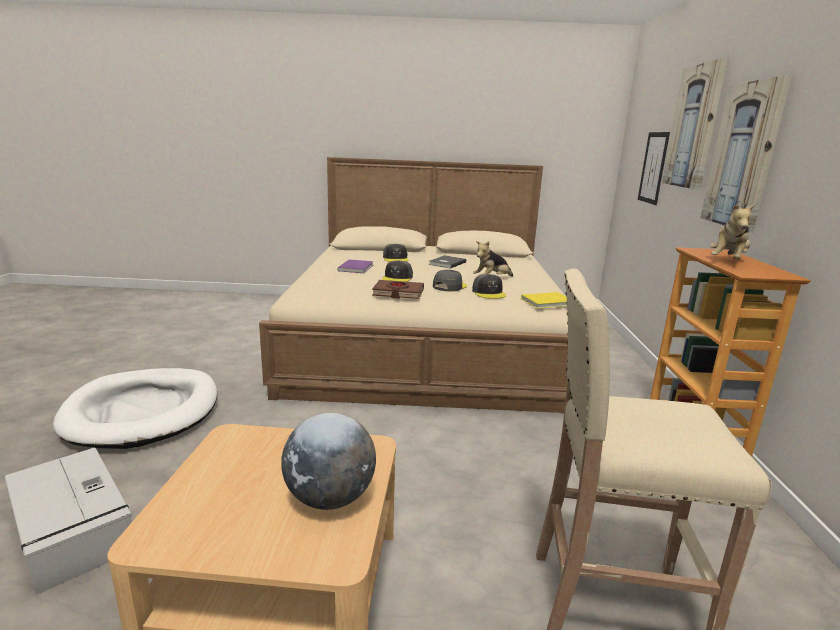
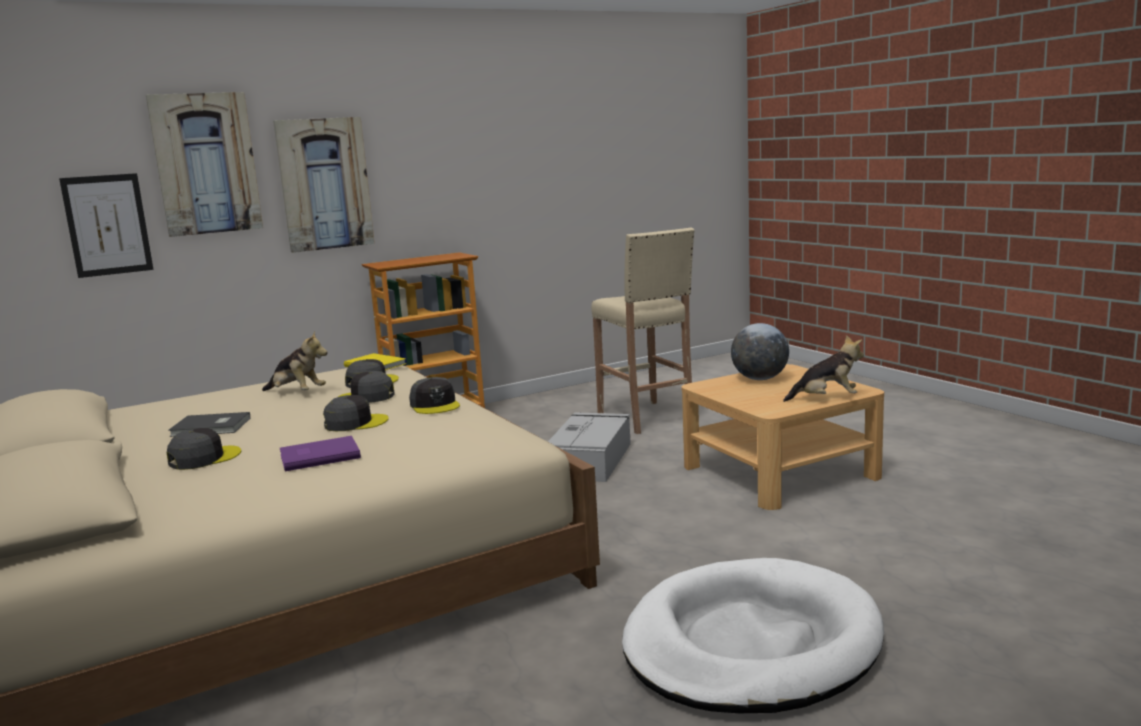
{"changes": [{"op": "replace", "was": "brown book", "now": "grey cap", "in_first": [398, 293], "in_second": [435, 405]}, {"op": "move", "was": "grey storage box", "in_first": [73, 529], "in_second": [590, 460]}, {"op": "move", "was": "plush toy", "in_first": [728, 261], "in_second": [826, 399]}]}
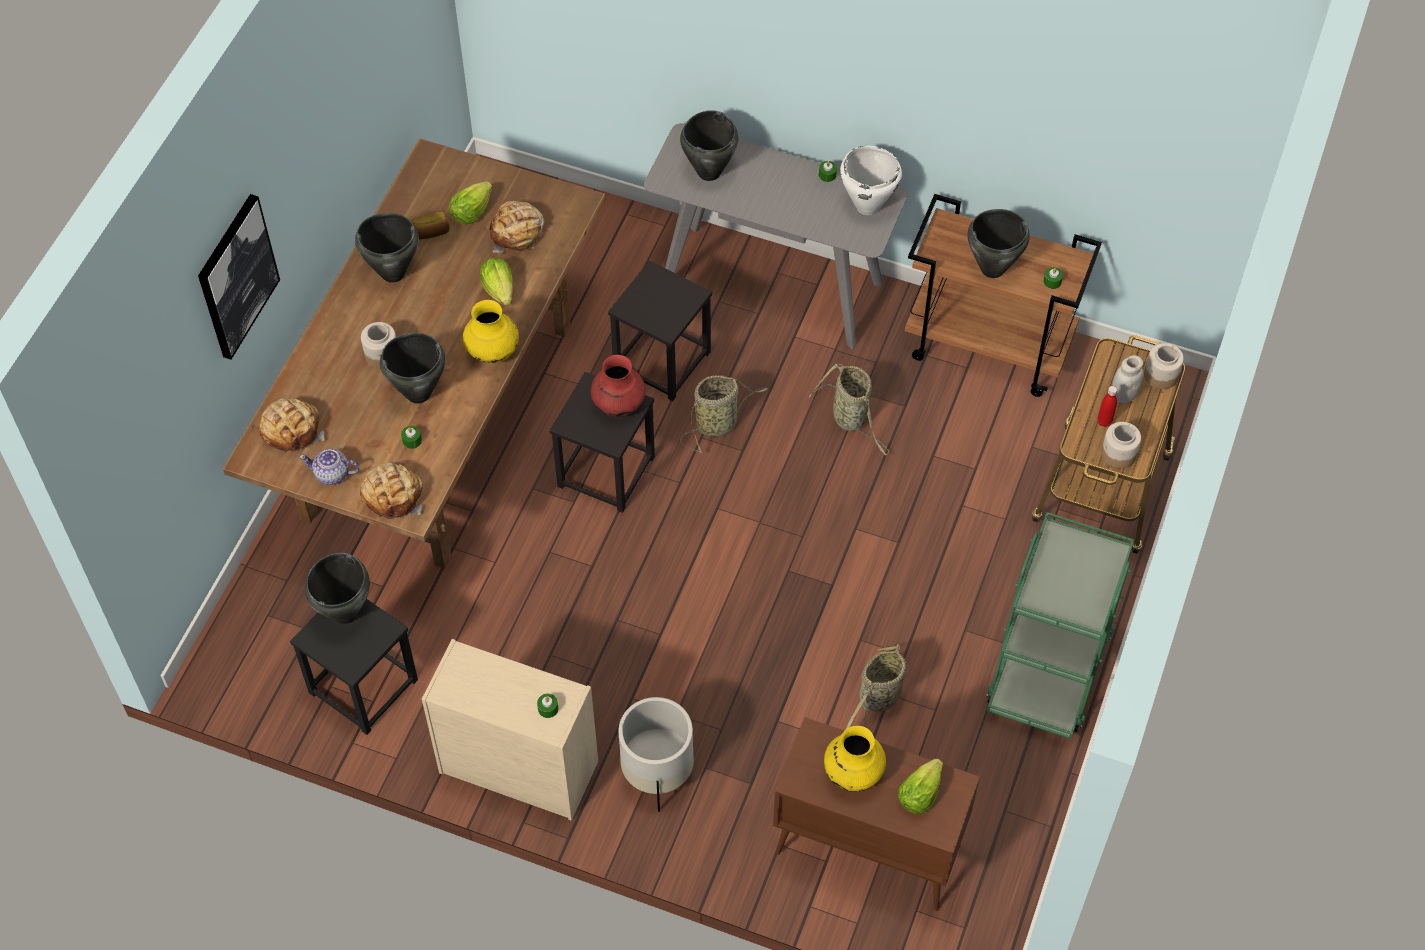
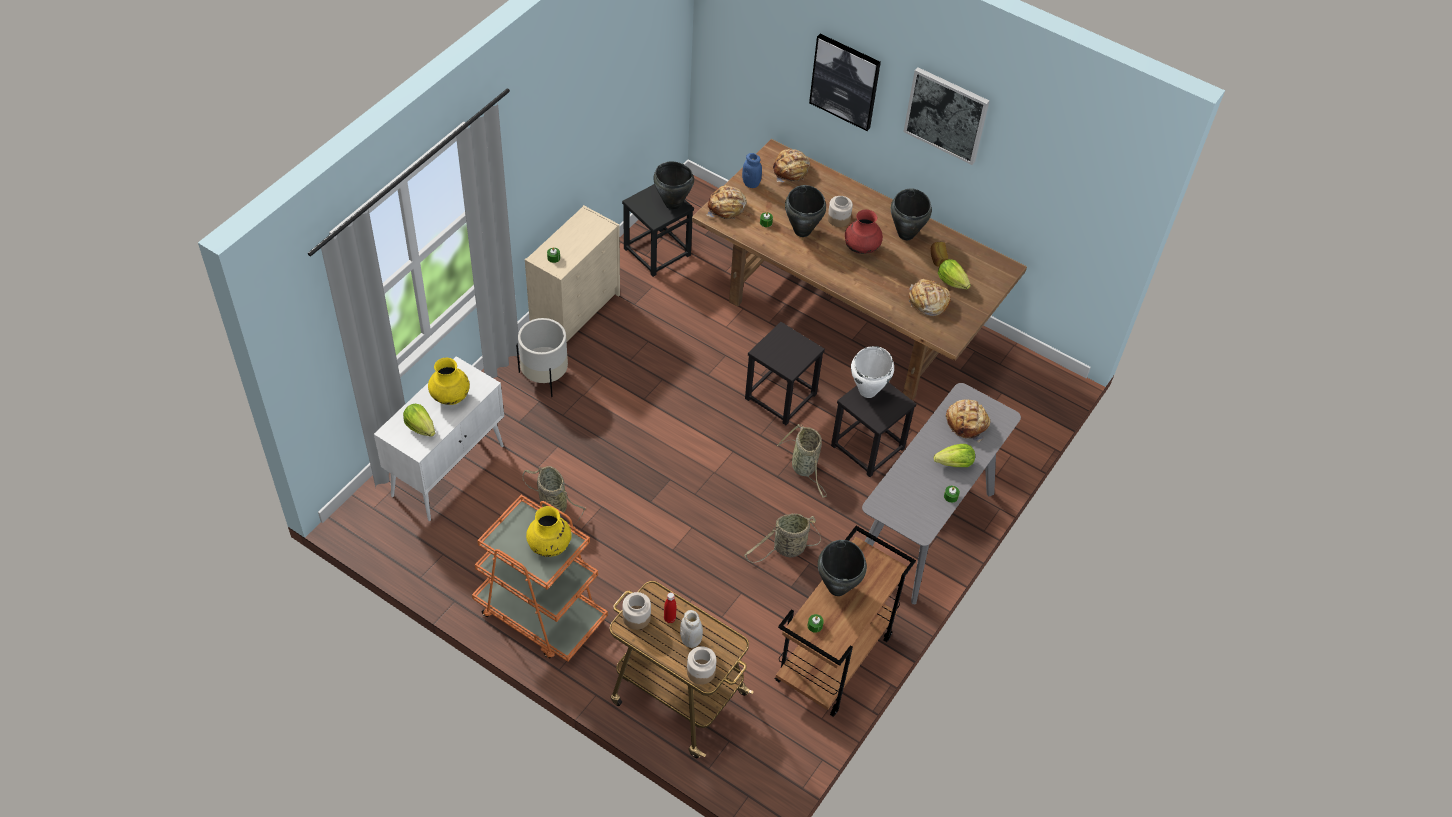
{"changes": [{"op": "recolor", "was": "brown cabinet", "now": "white cabinet", "in_first": [866, 849], "in_second": [449, 470]}, {"op": "recolor", "was": "green cart", "now": "orange cart", "in_first": [1049, 666], "in_second": [540, 614]}, {"op": "move", "was": "yellow vase", "in_first": [493, 352], "in_second": [549, 546]}, {"op": "replace", "was": "teapot", "now": "blue jar", "in_first": [332, 474], "in_second": [751, 183]}, {"op": "move", "was": "red vase", "in_first": [618, 405], "in_second": [861, 248]}, {"op": "move", "was": "white cooking pot", "in_first": [867, 205], "in_second": [868, 391]}, {"op": "insert", "now": "picture", "in_second": [946, 115]}, {"op": "move", "was": "lettuce", "in_first": [499, 290], "in_second": [954, 464]}, {"op": "replace", "was": "black cooking pot", "now": "bread", "in_first": [708, 172], "in_second": [967, 423]}]}
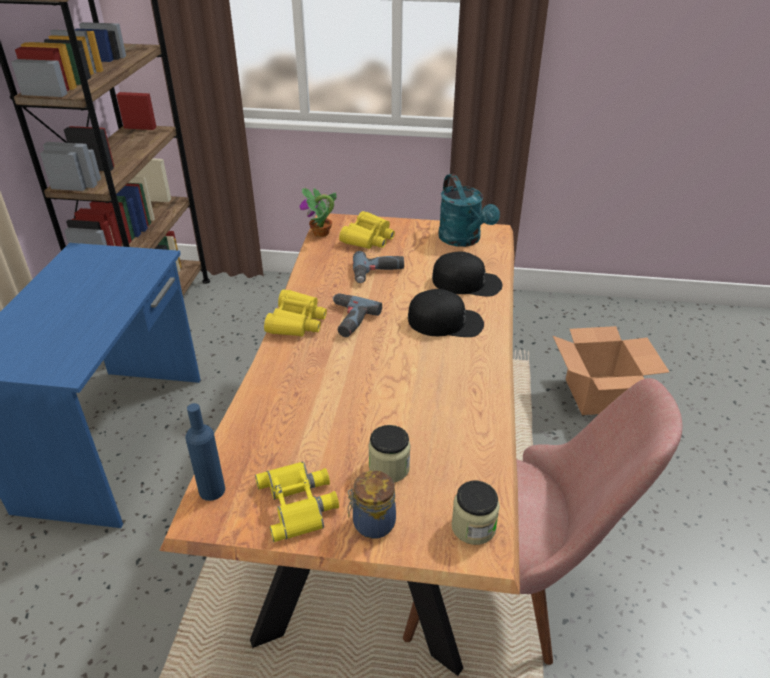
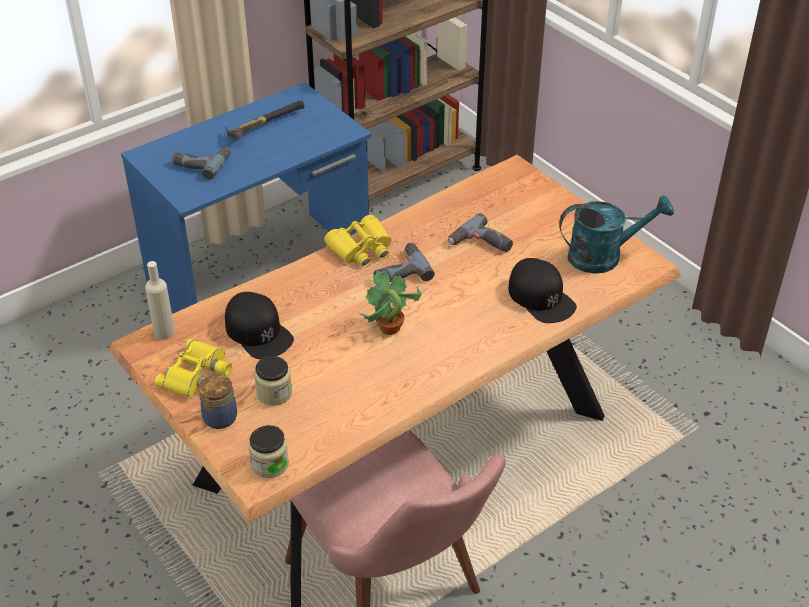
{"changes": [{"op": "recolor", "was": "blue bottle", "now": "beige bottle", "in_first": [212, 490], "in_second": [164, 332]}, {"op": "insert", "now": "power drill", "in_second": [202, 163]}, {"op": "insert", "now": "hammer", "in_second": [261, 127]}, {"op": "move", "was": "black cap", "in_first": [446, 322], "in_second": [258, 332]}, {"op": "move", "was": "potted plant", "in_first": [321, 233], "in_second": [389, 328]}, {"op": "rotate", "was": "turquoise watering can", "in_first": [463, 240], "in_second": [604, 256], "clockwise": -120}, {"op": "delete", "was": "yellow binoculars", "in_first": [368, 238]}, {"op": "delete", "was": "cardboard box", "in_first": [597, 394]}]}
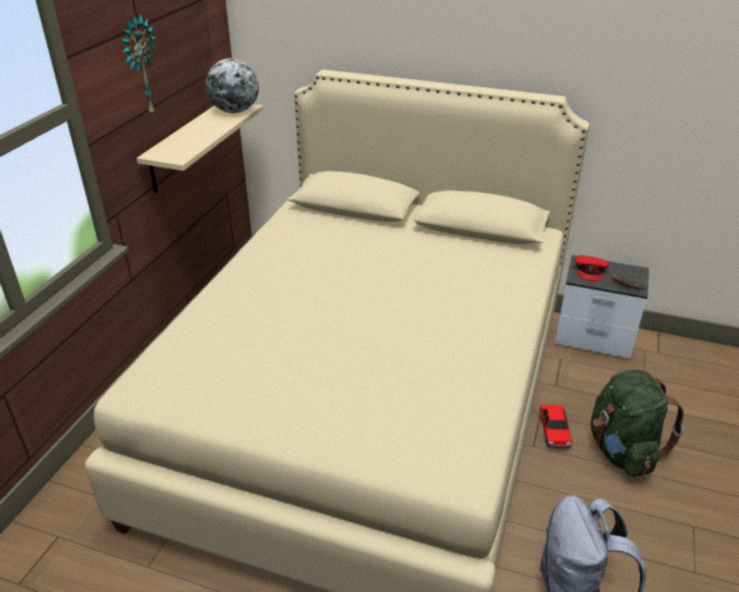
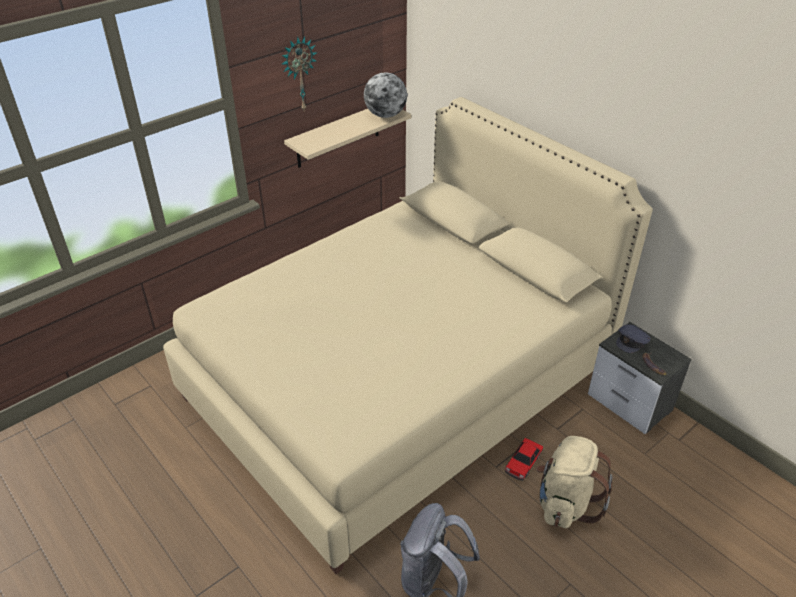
{"changes": [{"op": "recolor", "was": "green backpack", "now": "beige backpack", "in_first": [622, 450], "in_second": [565, 502]}, {"op": "recolor", "was": "red cap", "now": "grey cap", "in_first": [590, 270], "in_second": [632, 341]}]}
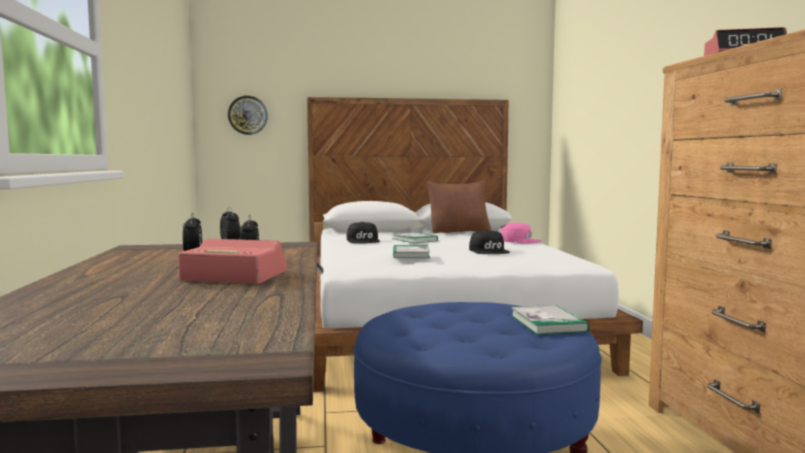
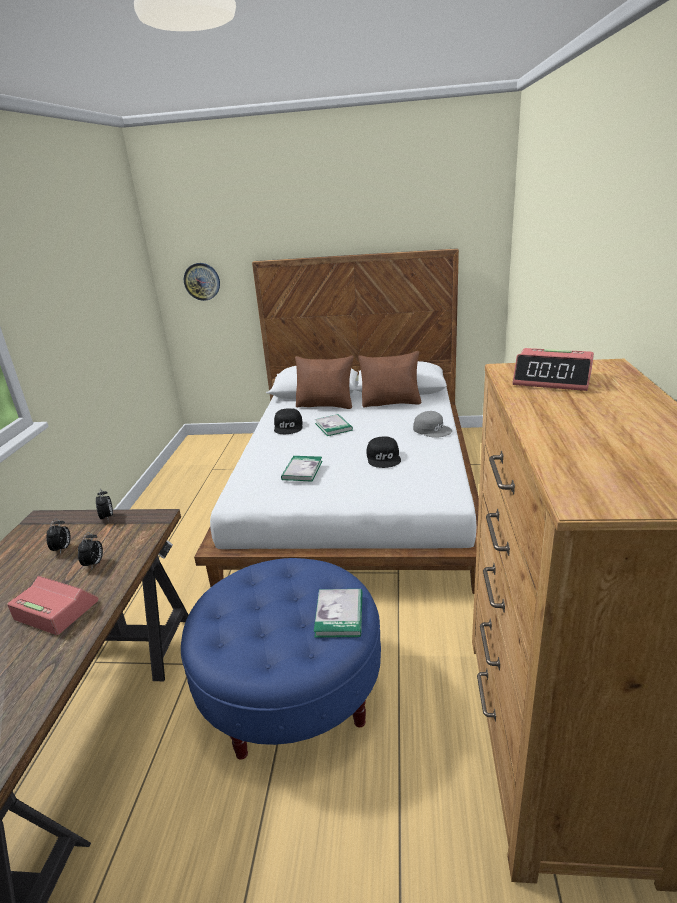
{"changes": [{"op": "insert", "now": "brown pillow", "in_second": [325, 405]}, {"op": "recolor", "was": "pink cap", "now": "grey cap", "in_first": [520, 240], "in_second": [432, 429]}]}
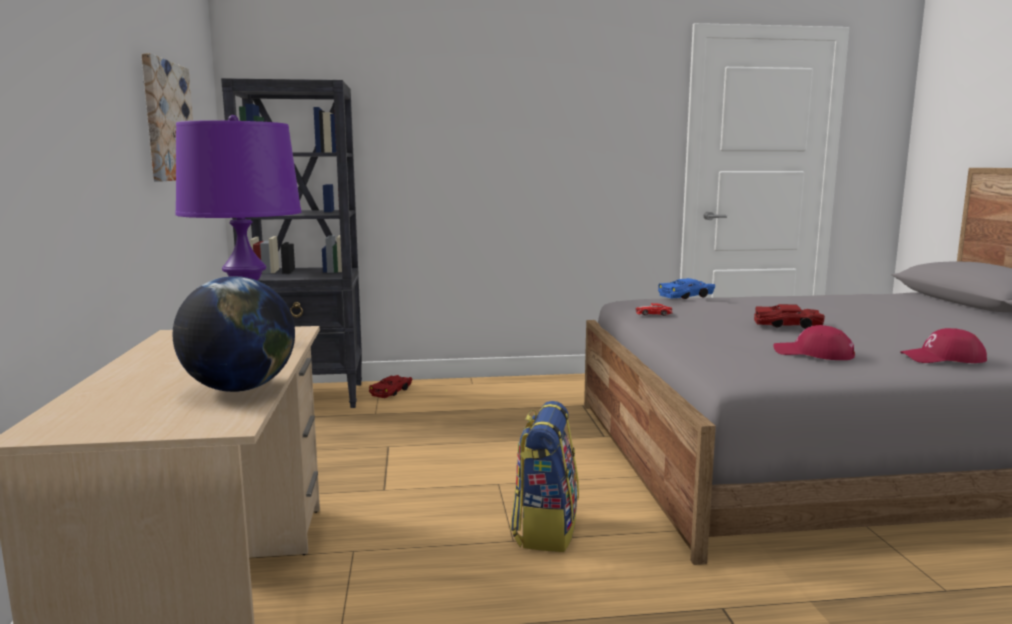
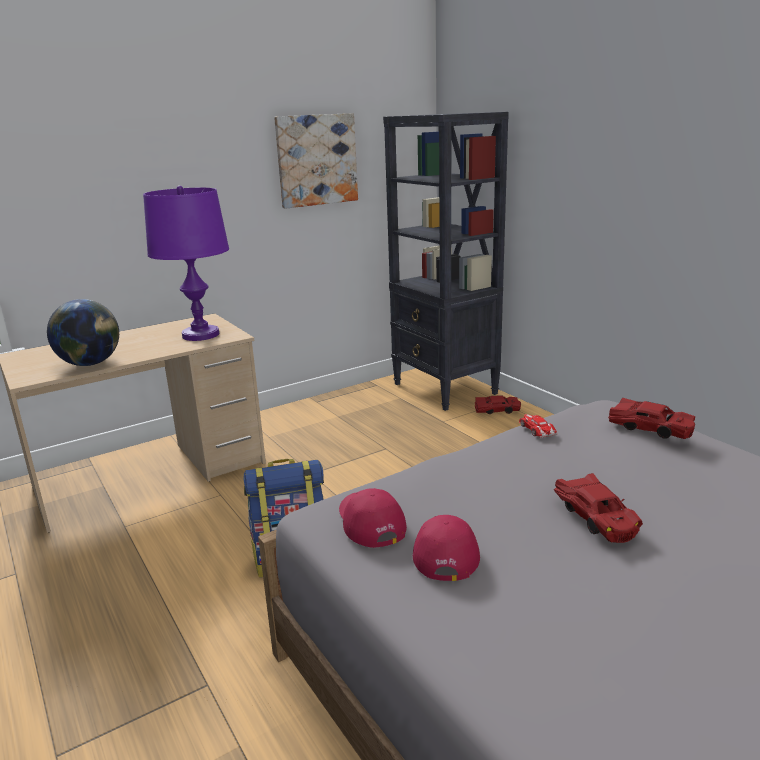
{"changes": [{"op": "move", "was": "red cap", "in_first": [943, 358], "in_second": [369, 522]}, {"op": "recolor", "was": "blue toy car", "now": "red toy car", "in_first": [687, 296], "in_second": [650, 428]}]}
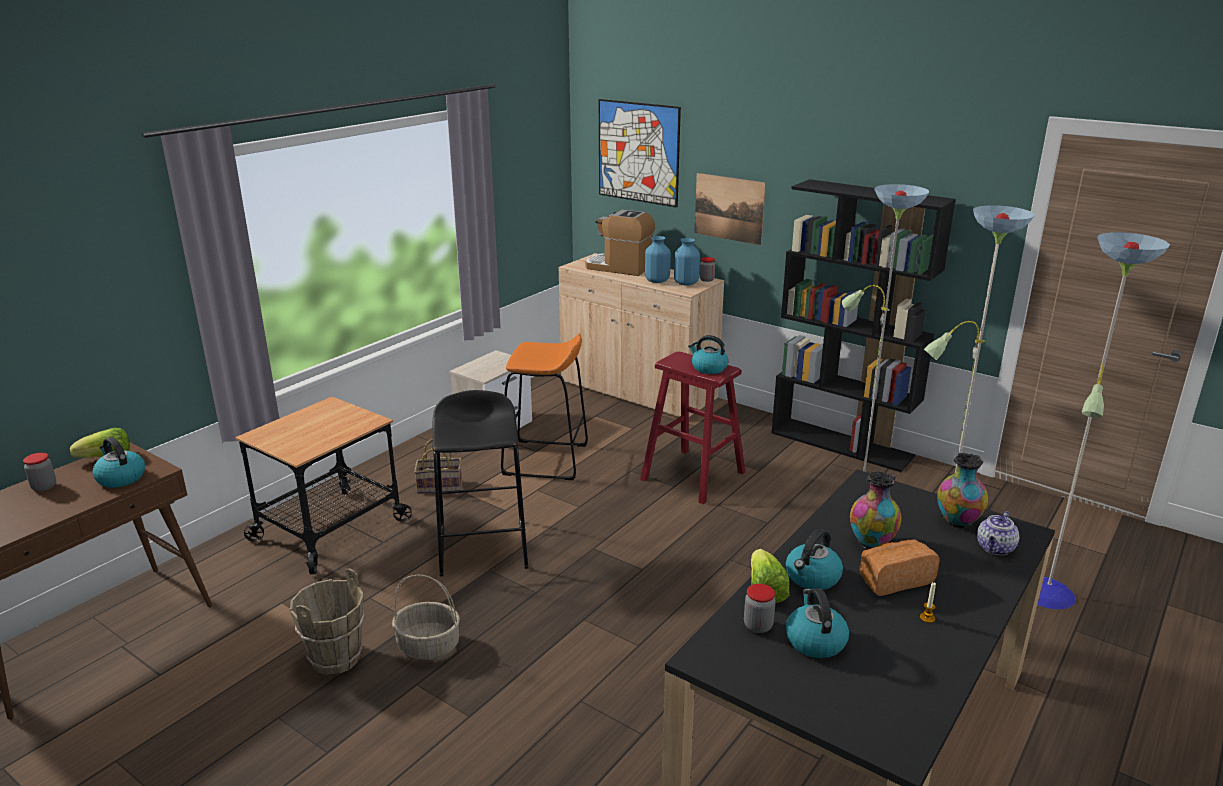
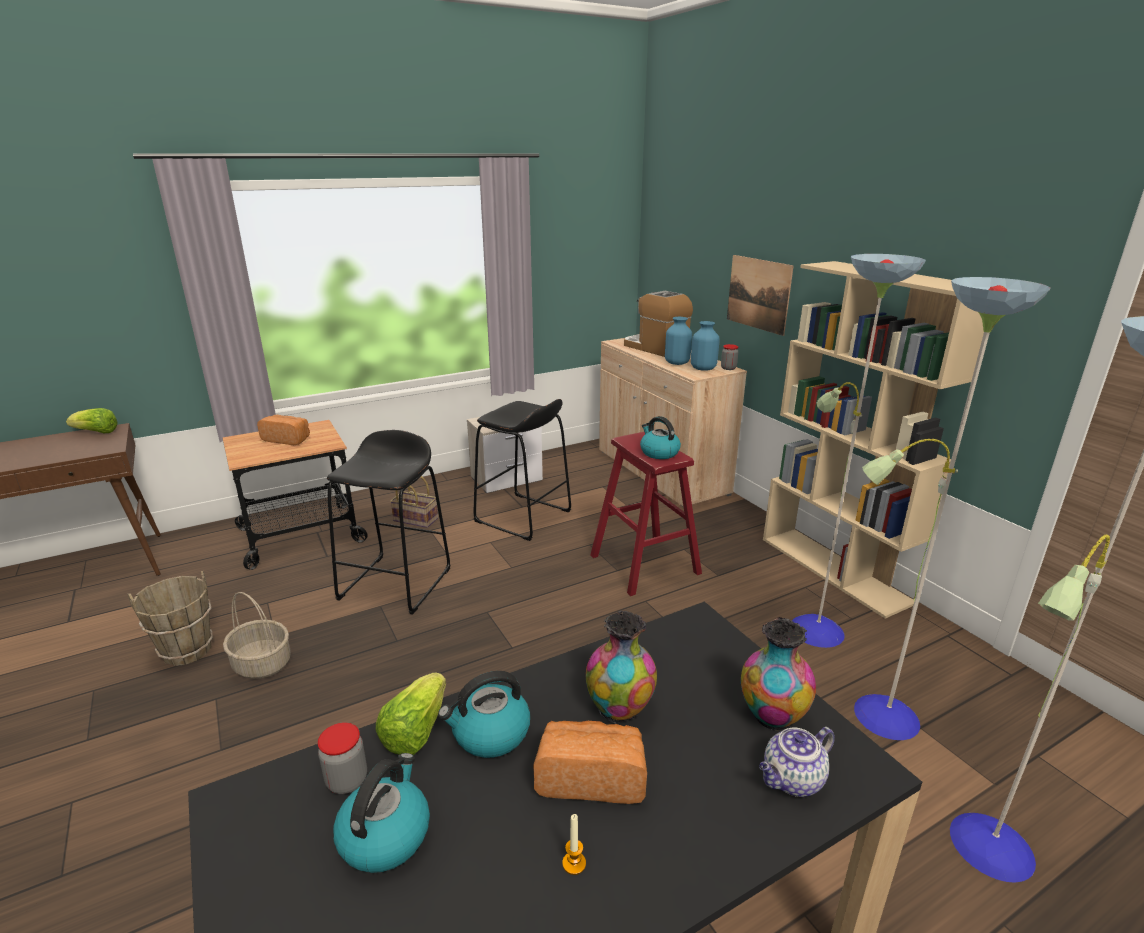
{"changes": [{"op": "insert", "now": "bread", "in_second": [287, 439]}, {"op": "recolor", "was": "orange stool", "now": "black stool", "in_first": [546, 460], "in_second": [523, 516]}, {"op": "recolor", "was": "black bookcase", "now": "beige bookcase", "in_first": [842, 444], "in_second": [835, 569]}, {"op": "delete", "was": "jar", "in_first": [44, 487]}, {"op": "delete", "was": "kettle", "in_first": [120, 478]}, {"op": "delete", "was": "picture", "in_first": [638, 152]}]}
